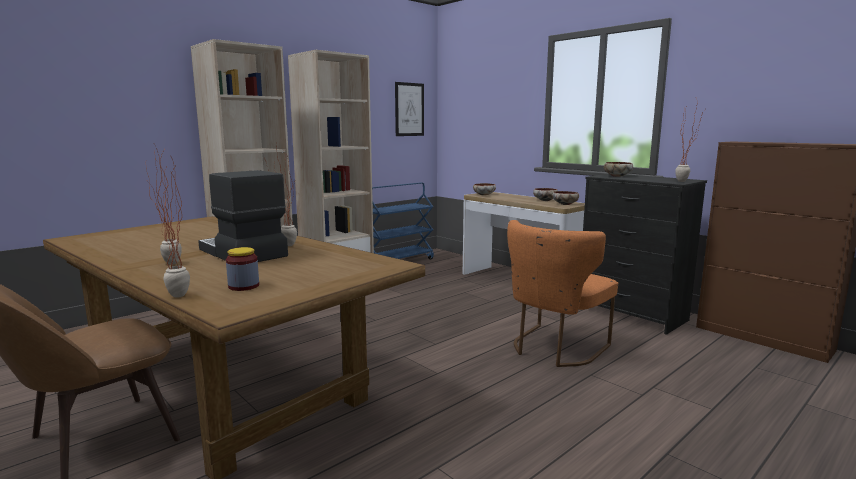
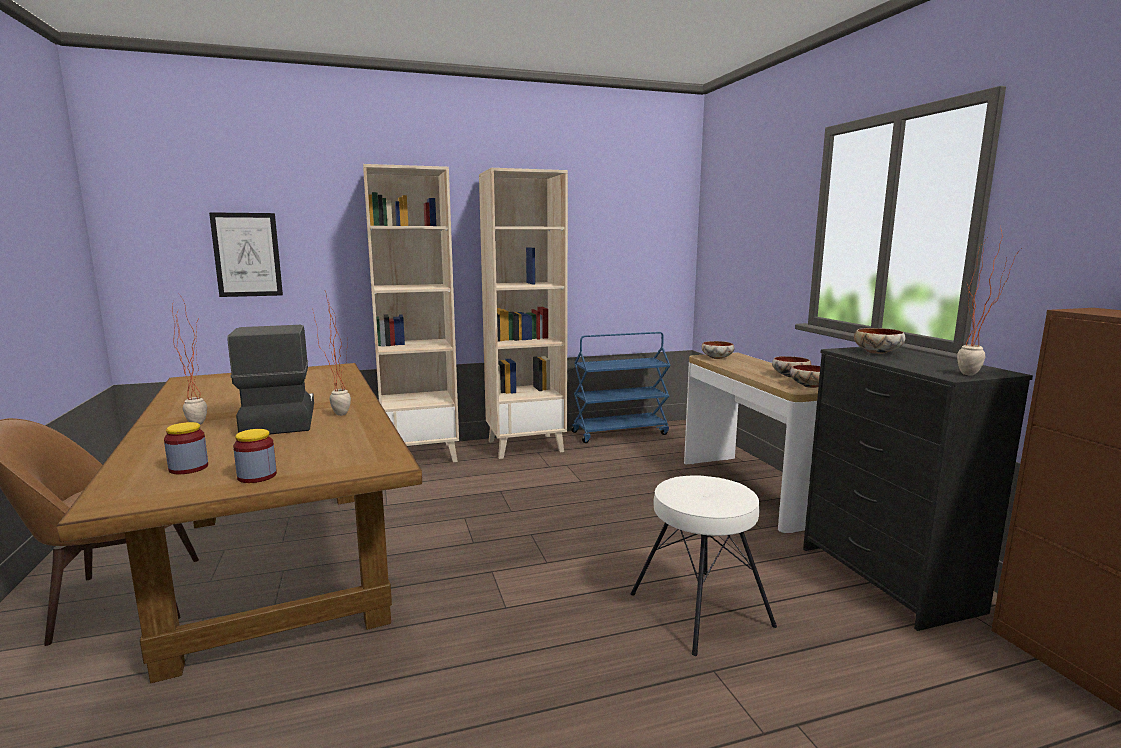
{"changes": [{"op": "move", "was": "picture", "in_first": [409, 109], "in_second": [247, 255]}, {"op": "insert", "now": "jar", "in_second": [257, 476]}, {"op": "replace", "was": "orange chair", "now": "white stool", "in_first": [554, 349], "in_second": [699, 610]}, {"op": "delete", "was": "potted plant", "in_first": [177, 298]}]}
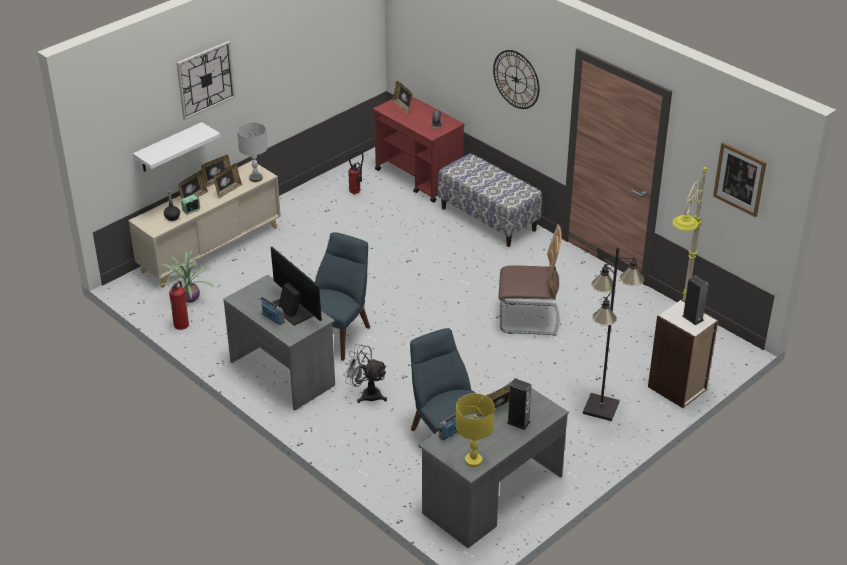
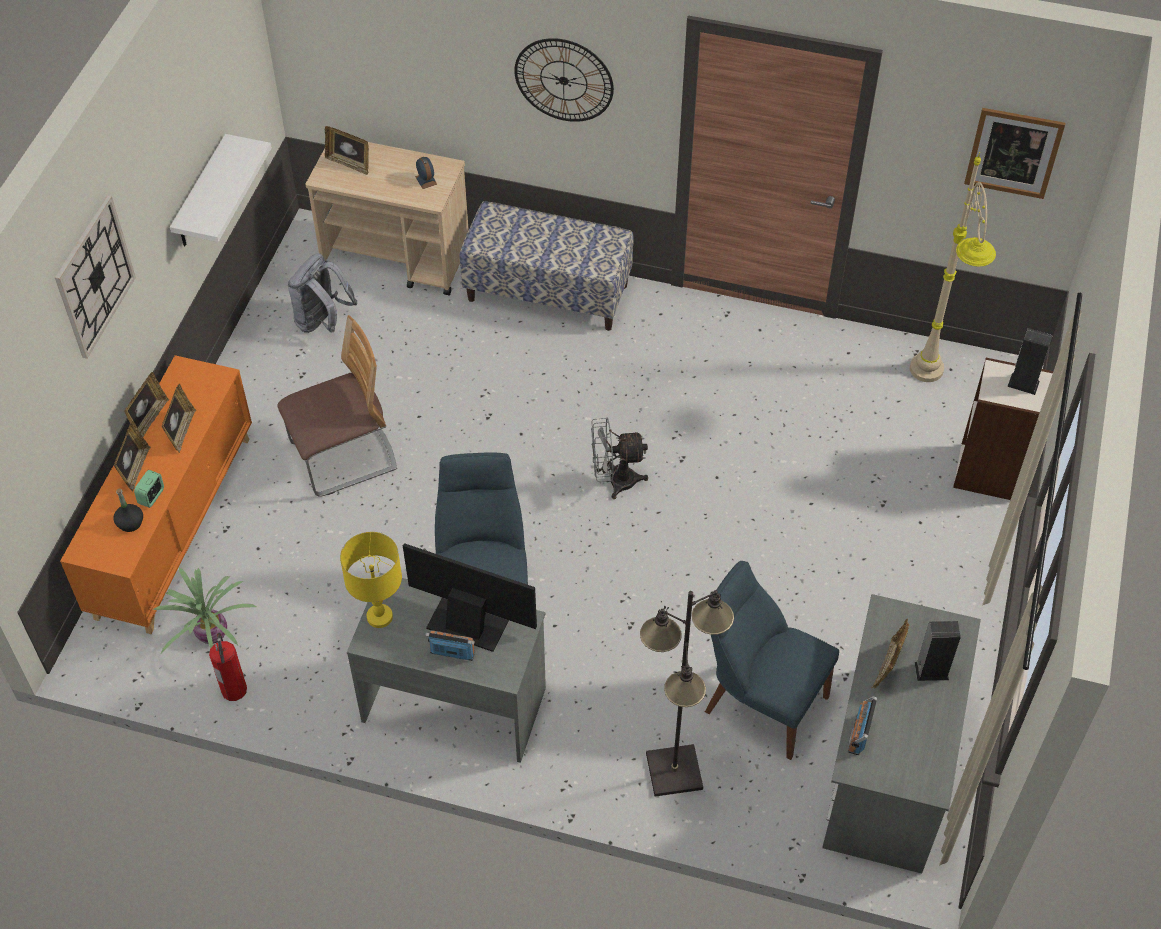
{"changes": [{"op": "recolor", "was": "beige cabinet", "now": "orange cabinet", "in_first": [211, 249], "in_second": [174, 525]}, {"op": "move", "was": "white shelf", "in_first": [169, 148], "in_second": [201, 194]}, {"op": "move", "was": "chair", "in_first": [528, 319], "in_second": [343, 457]}, {"op": "replace", "was": "fire extinguisher", "now": "grey backpack", "in_first": [356, 192], "in_second": [322, 322]}, {"op": "recolor", "was": "red cart", "now": "beige cart", "in_first": [419, 178], "in_second": [397, 259]}, {"op": "move", "was": "yellow table lamp", "in_first": [473, 461], "in_second": [379, 617]}, {"op": "move", "was": "grey fan", "in_first": [366, 394], "in_second": [614, 481]}, {"op": "move", "was": "black floor lamp", "in_first": [601, 408], "in_second": [675, 772]}, {"op": "delete", "was": "grey table lamp", "in_first": [255, 178]}]}
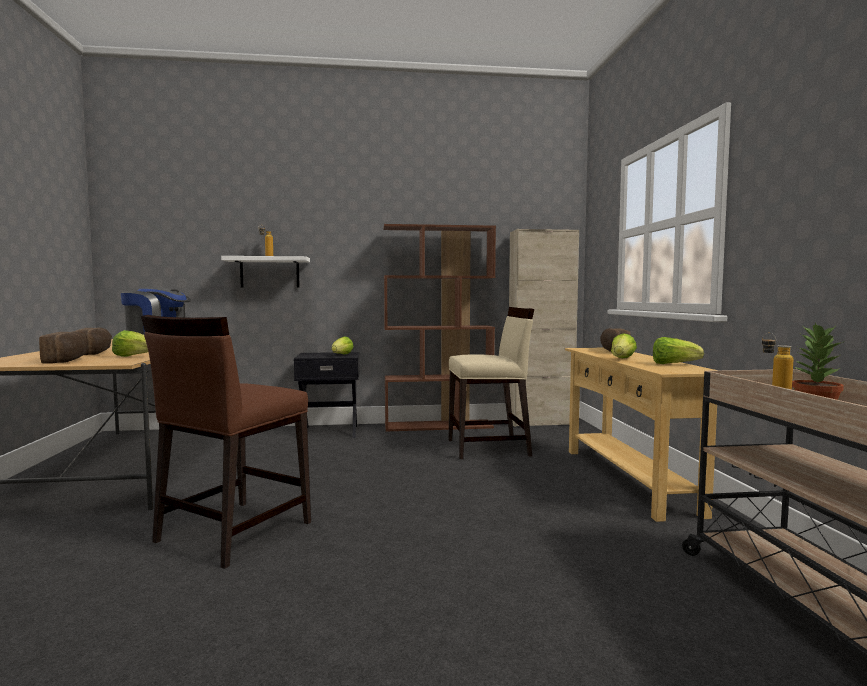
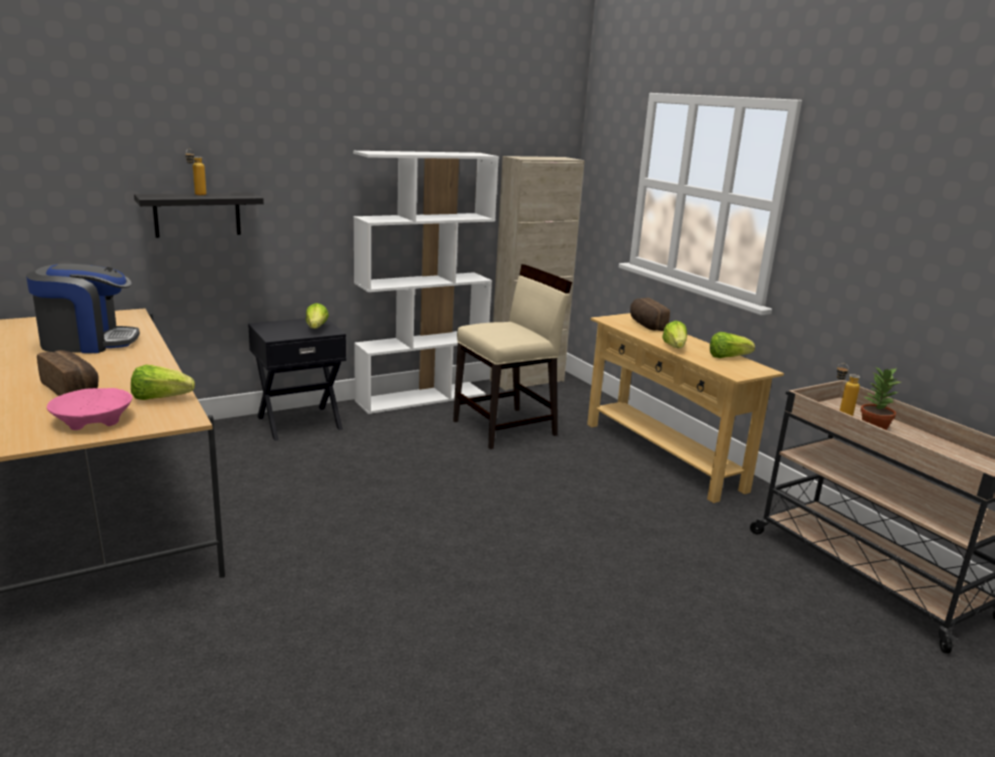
{"changes": [{"op": "replace", "was": "bread", "now": "pink bowl", "in_first": [68, 360], "in_second": [92, 420]}, {"op": "recolor", "was": "white shelf", "now": "black shelf", "in_first": [270, 272], "in_second": [197, 214]}, {"op": "recolor", "was": "brown bookcase", "now": "white bookcase", "in_first": [439, 426], "in_second": [421, 397]}, {"op": "delete", "was": "brown chair", "in_first": [232, 532]}]}
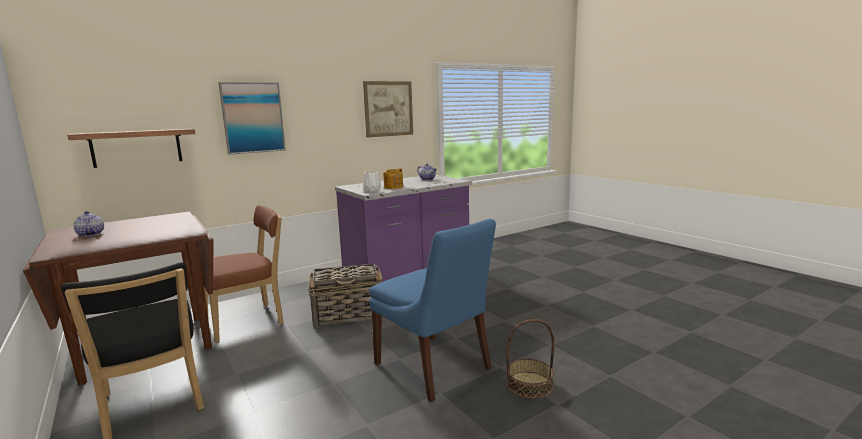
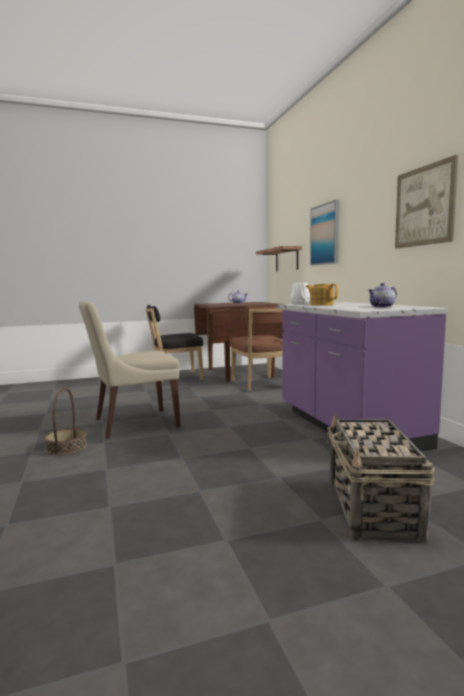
{"changes": [{"op": "recolor", "was": "blue chair", "now": "beige chair", "in_first": [435, 368], "in_second": [133, 423]}, {"op": "move", "was": "basket", "in_first": [349, 315], "in_second": [372, 509]}]}
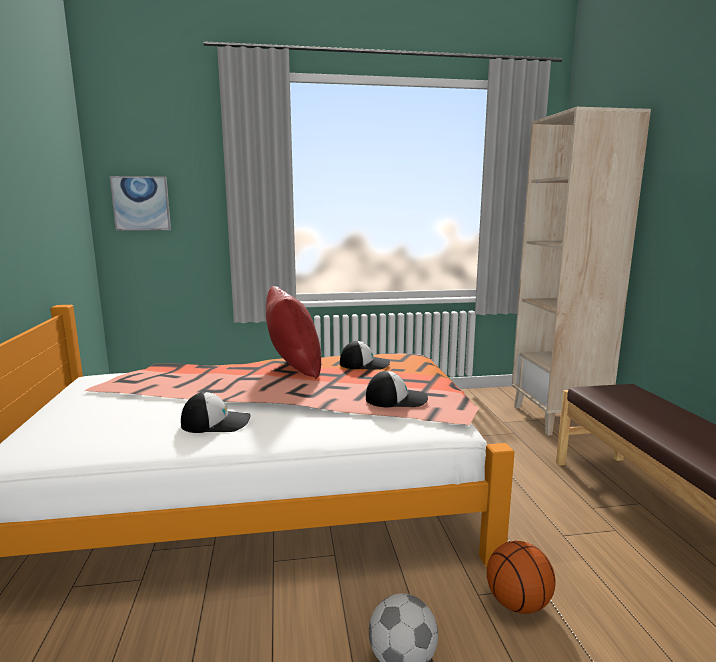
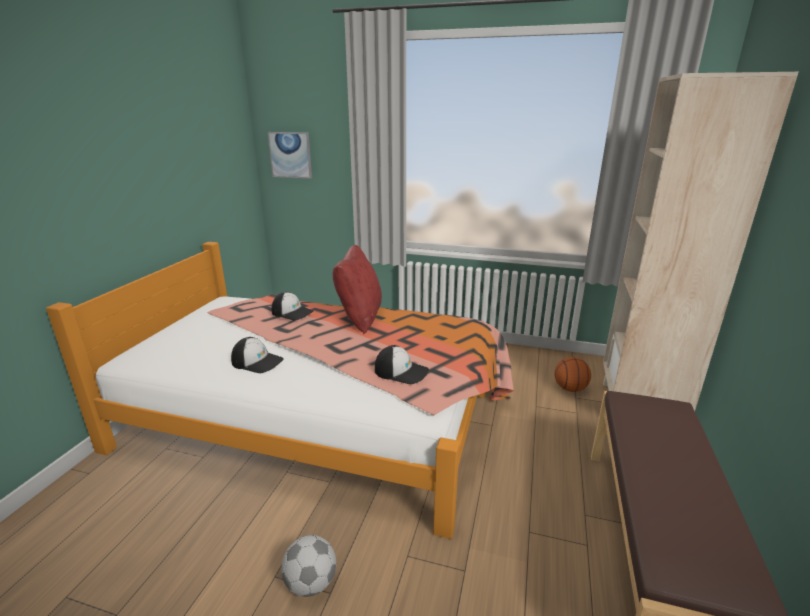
{"changes": [{"op": "move", "was": "cap", "in_first": [365, 364], "in_second": [292, 312]}, {"op": "move", "was": "basketball", "in_first": [517, 603], "in_second": [570, 389]}]}
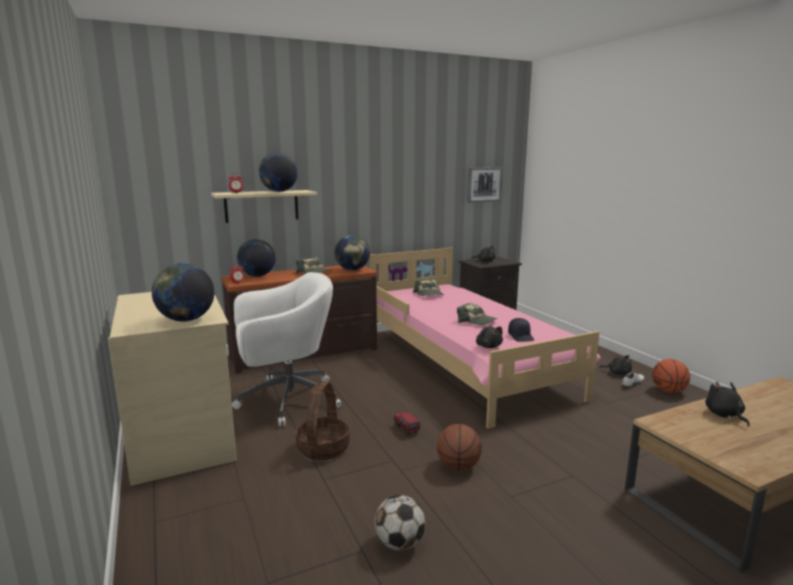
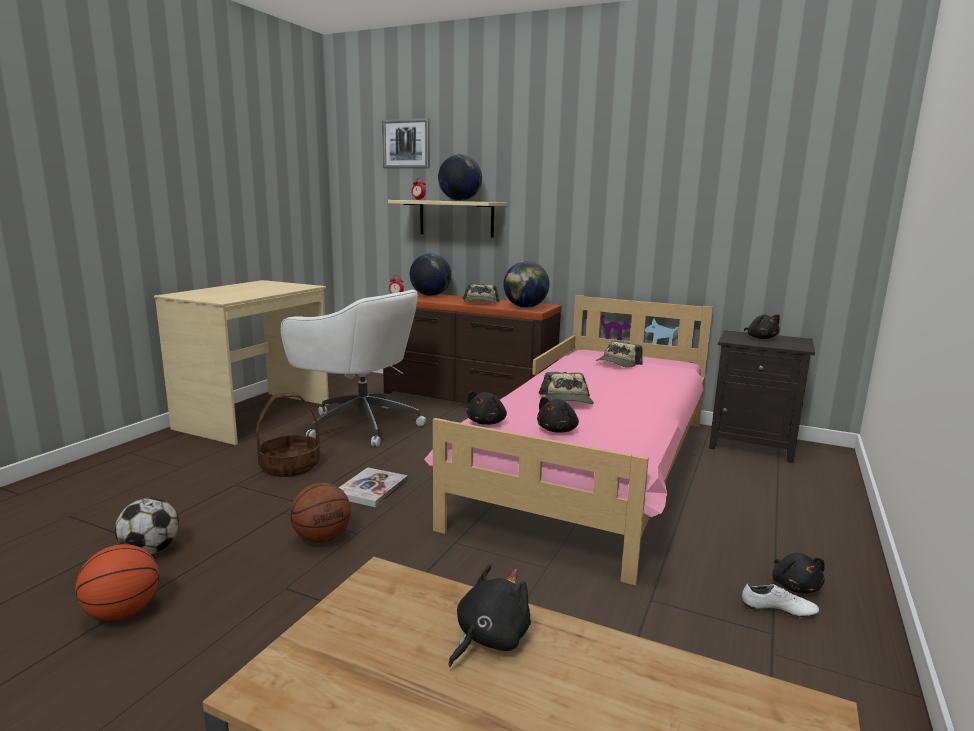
{"changes": [{"op": "move", "was": "basketball", "in_first": [668, 391], "in_second": [123, 613]}, {"op": "replace", "was": "toy truck", "now": "book", "in_first": [406, 429], "in_second": [371, 489]}, {"op": "move", "was": "picture", "in_first": [484, 184], "in_second": [406, 144]}, {"op": "replace", "was": "black cap", "now": "black plush toy", "in_first": [521, 336], "in_second": [558, 430]}, {"op": "delete", "was": "globe", "in_first": [186, 320]}]}
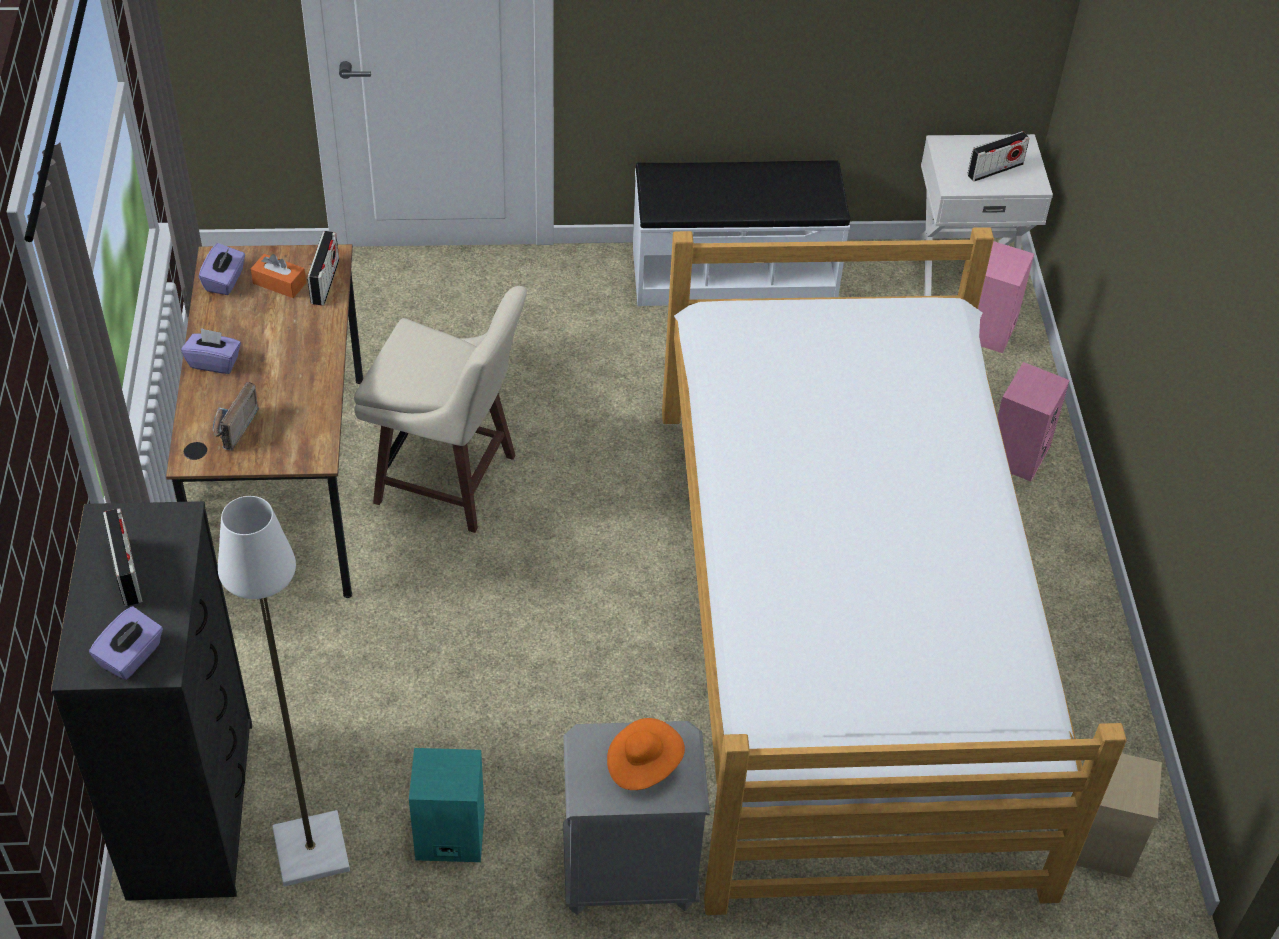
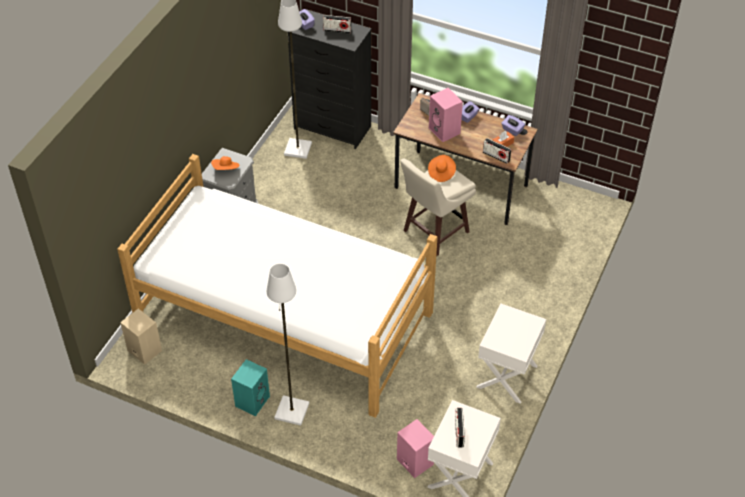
{"changes": [{"op": "move", "was": "turquoise speaker", "in_first": [448, 837], "in_second": [252, 400]}, {"op": "insert", "now": "white floor lamp", "in_second": [291, 411]}, {"op": "insert", "now": "orange hat", "in_second": [441, 173]}, {"op": "move", "was": "pink speaker", "in_first": [1017, 453], "in_second": [445, 131]}, {"op": "replace", "was": "white bench", "now": "white nightstand", "in_first": [733, 273], "in_second": [507, 377]}]}
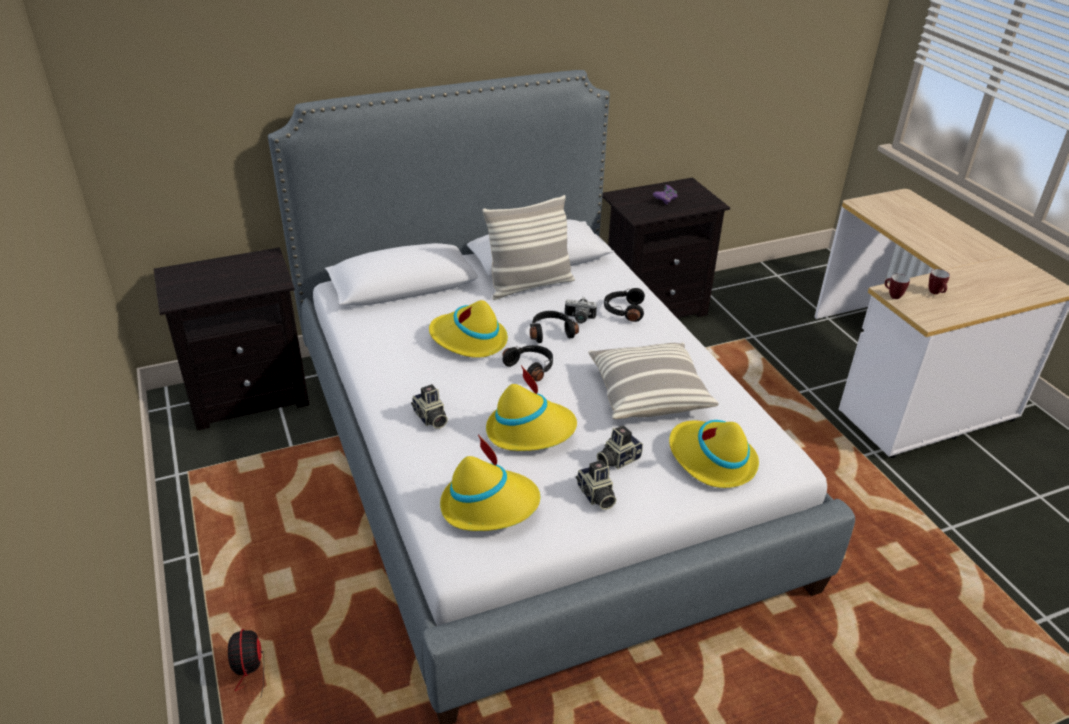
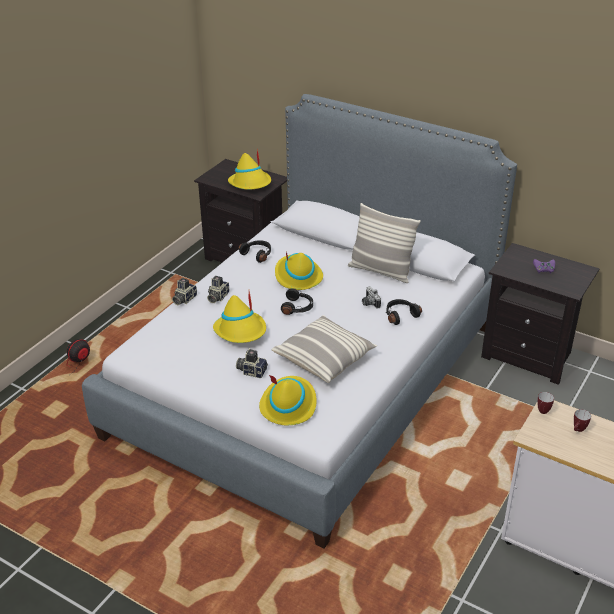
{"changes": [{"op": "move", "was": "photo camera", "in_first": [595, 496], "in_second": [184, 299]}, {"op": "move", "was": "yellow hat", "in_first": [489, 505], "in_second": [250, 183]}, {"op": "move", "was": "black headphones", "in_first": [551, 332], "in_second": [257, 254]}]}
